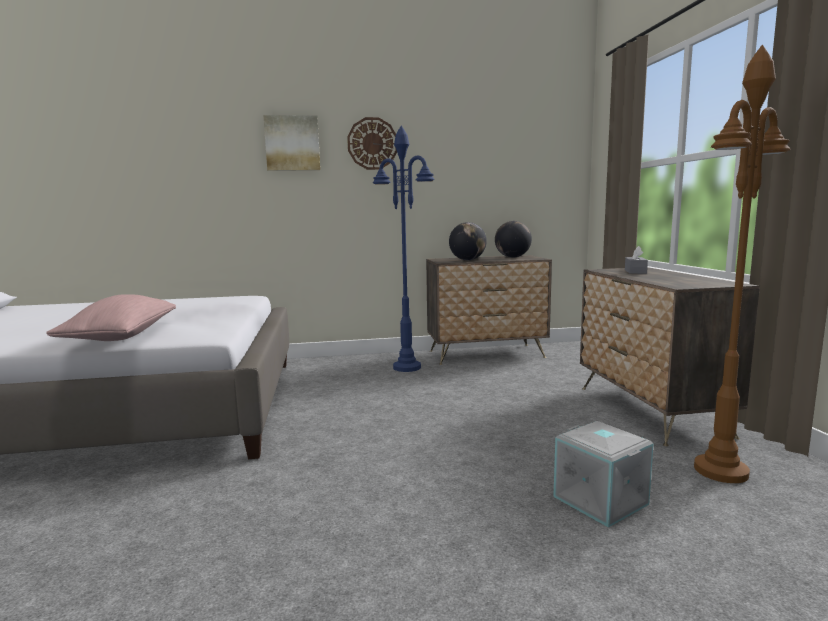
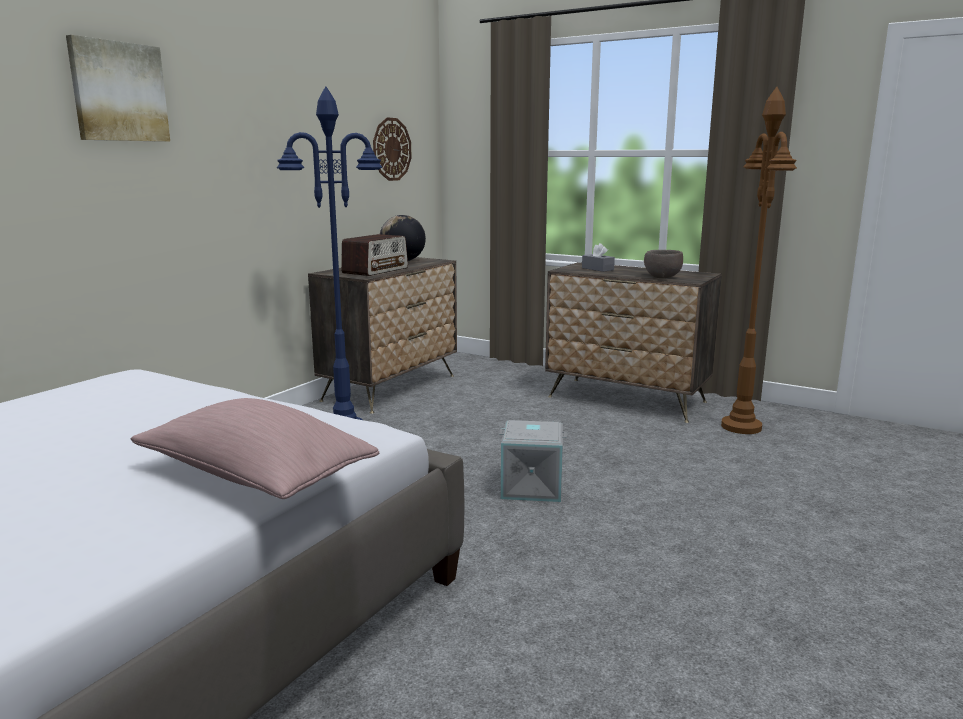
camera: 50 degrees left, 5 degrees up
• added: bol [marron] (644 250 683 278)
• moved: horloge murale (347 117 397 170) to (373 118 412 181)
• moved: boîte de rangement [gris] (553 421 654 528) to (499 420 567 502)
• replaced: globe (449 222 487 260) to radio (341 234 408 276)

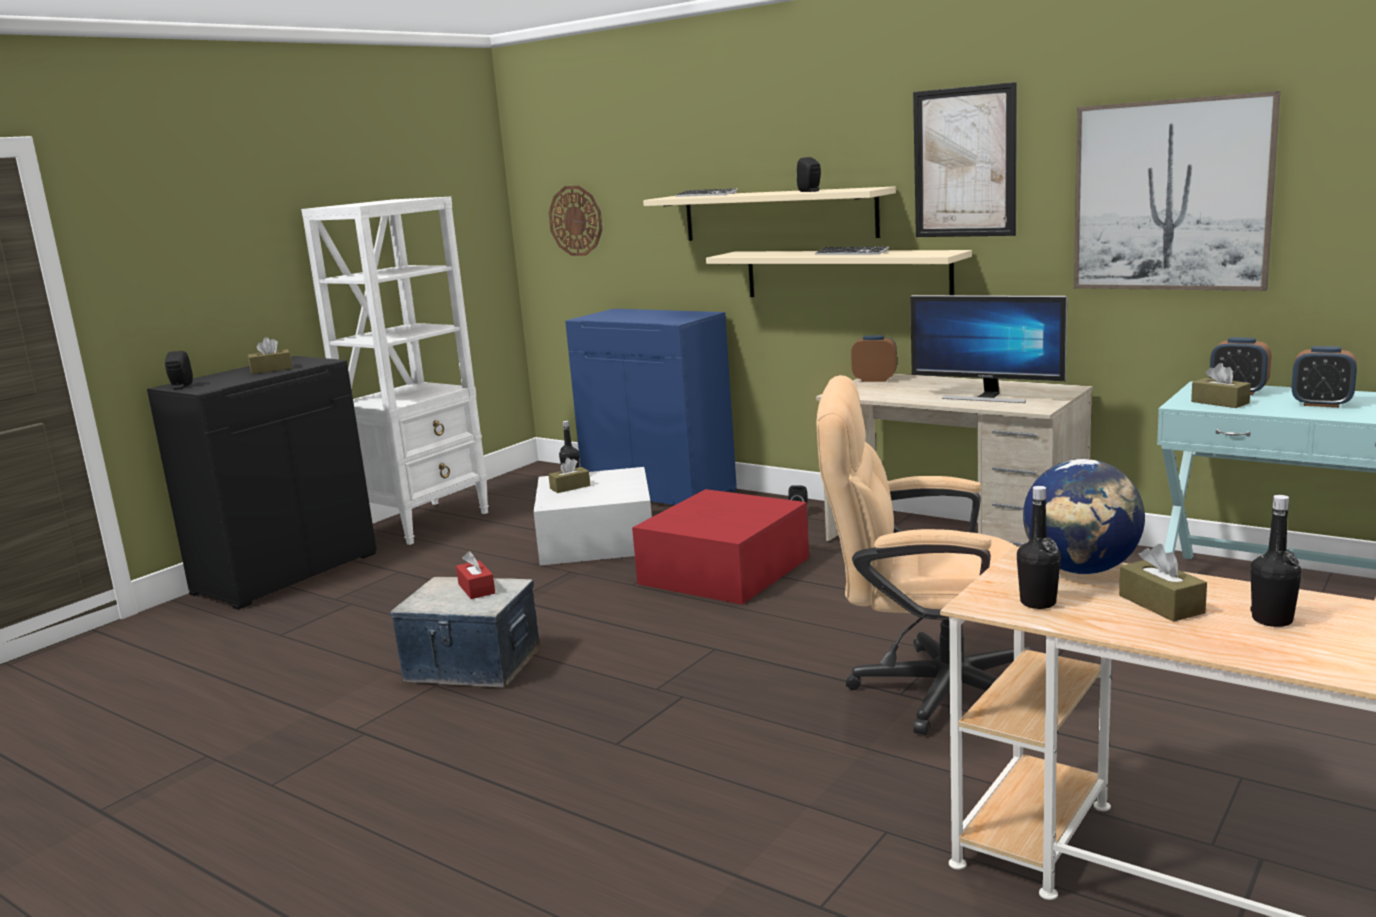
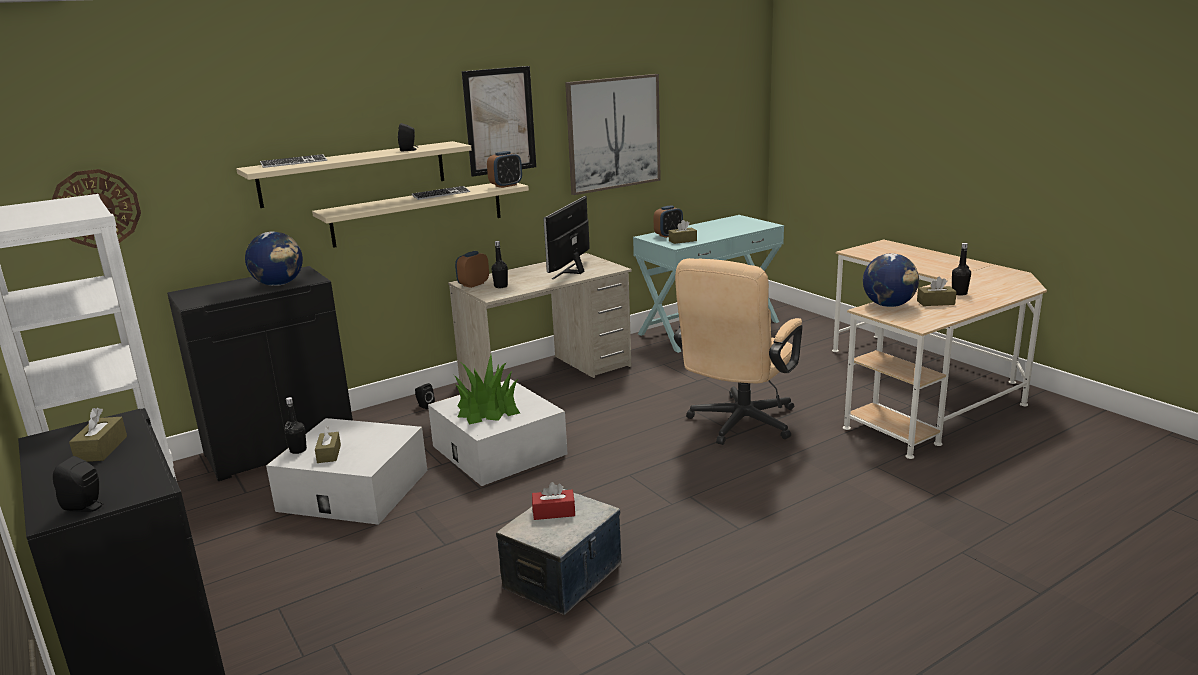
camera: 70 degrees left, 5 degrees up
• added: globe (245 232 303 286)
• added: plante en pot (454 355 520 425)
• moved: bouteille [noir] (1017 486 1061 609) to (491 241 508 288)
• moved: réveil (1292 346 1357 407) to (487 151 522 188)
• recoloured: meuble de rangement [bleu] (565 309 737 505) to meuble de rangement [noir] (167 266 353 481)
• recoloured: boîte de rangement [rouge] (632 489 809 605) to boîte de rangement [blanc] (428 379 568 486)
• turned: écran d'ordinateur (910 295 1067 403) = (543 196 590 279) 150 degrees clockwise

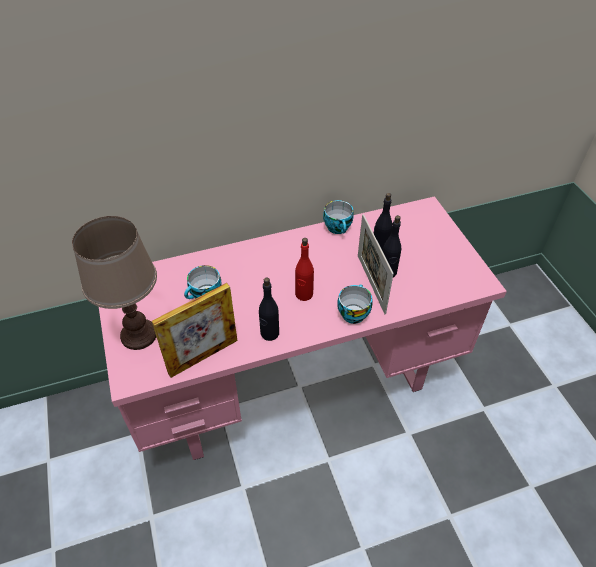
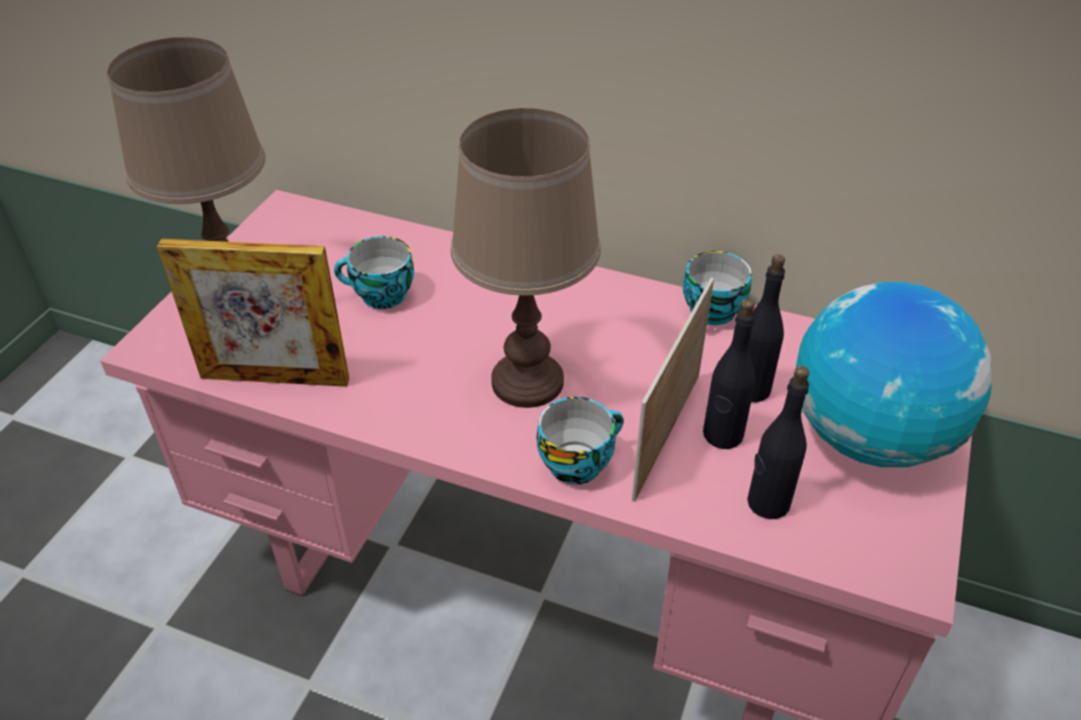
camera: 40 degrees right, 5 degrees down
• added: globe (793 282 992 467)
• moved: bouteille [noir] (259 277 279 341) to (747 366 810 519)
• replaced: bouteille [rouge] (295 238 314 301) to lampe de table [marron] (451 108 601 408)

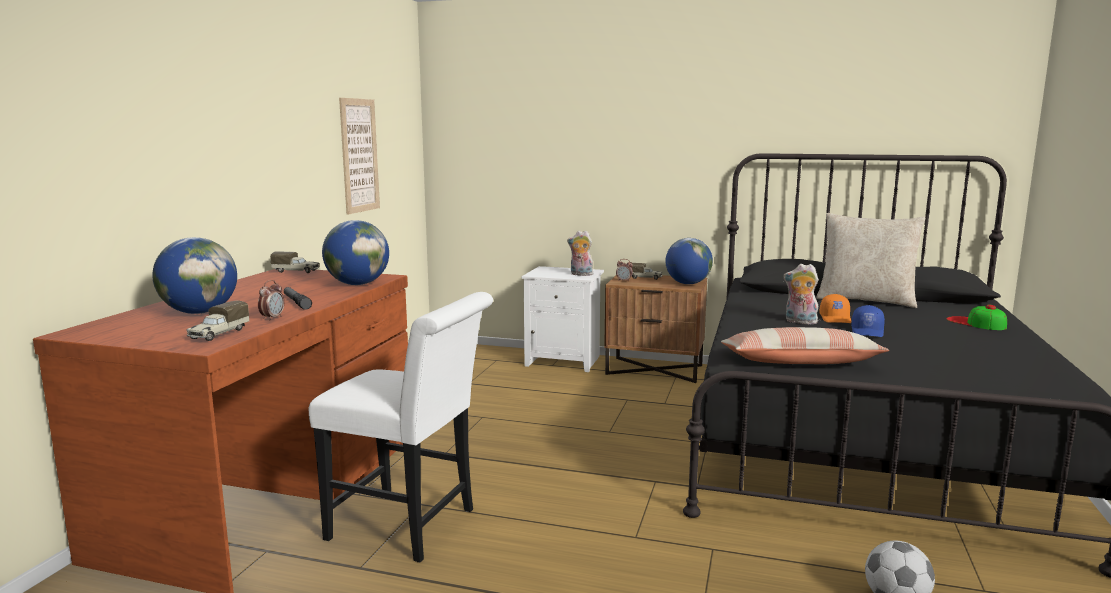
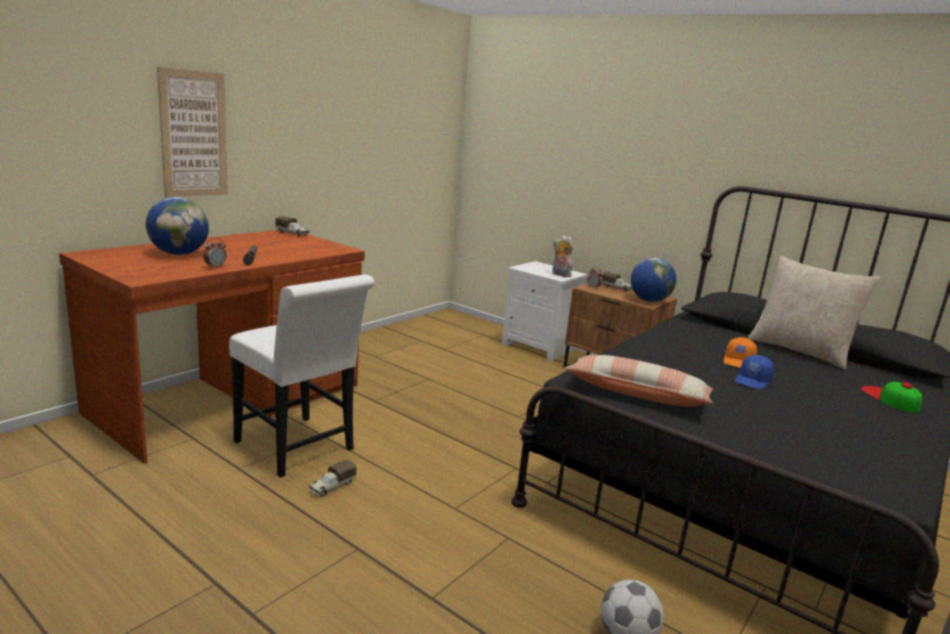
camera: 20 degrees right, 5 degrees up
• removed: globe (322 220 389 285)
• removed: peluche (783 264 819 324)
• moved: camion jouet (186 300 249 341) to (309 459 357 496)
• moved: tableau (339 98 380 215) to (157 67 228 197)

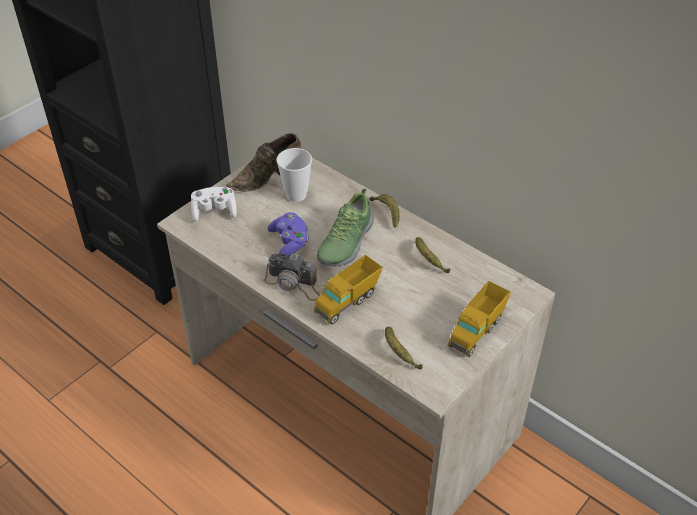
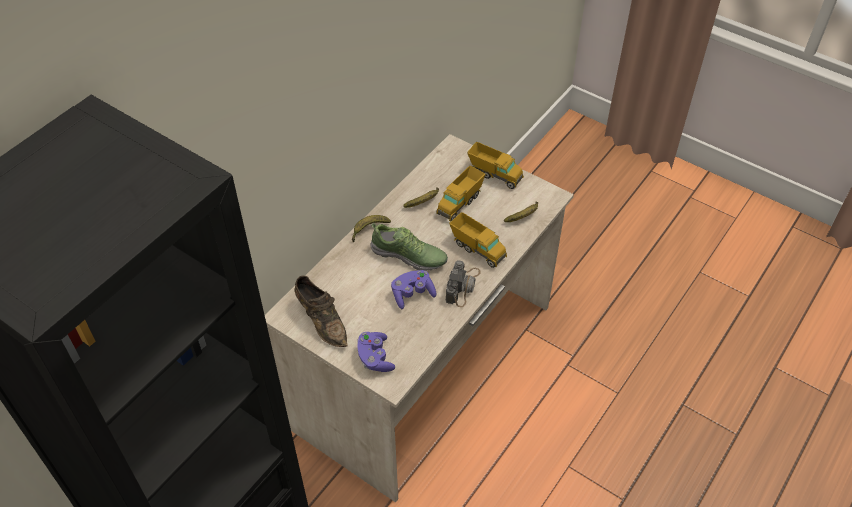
camera: 95 degrees left, 5 degrees up
• removed: tasse (277 148 312 202)
• added: camion jouet (436 166 485 221)
• recoloured: manette [blanc] (191 187 237 222) to manette [violet] (357 332 395 372)

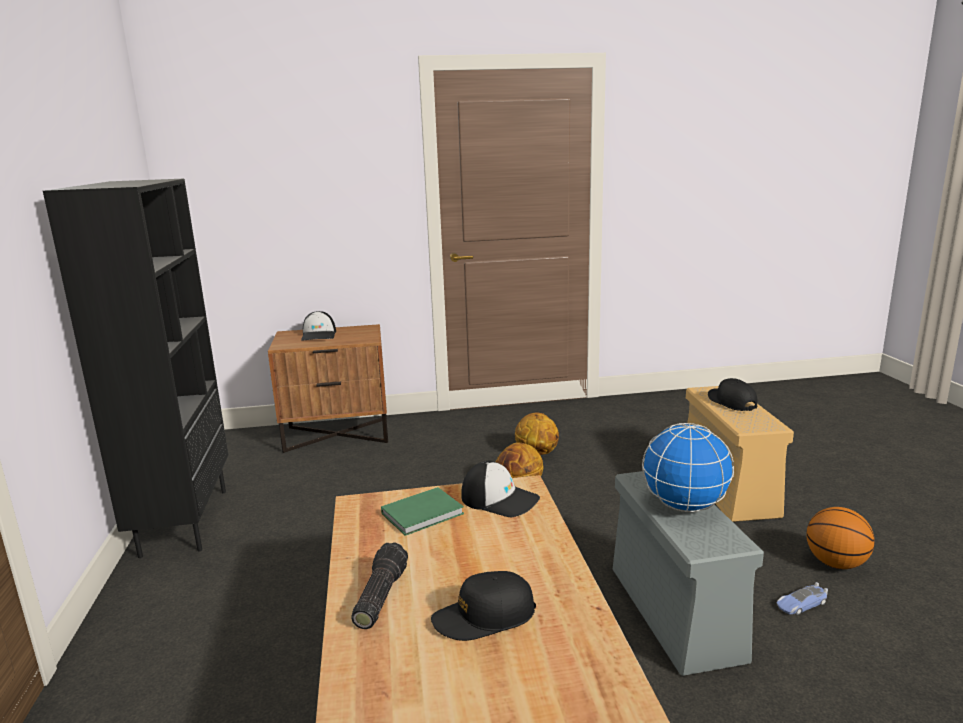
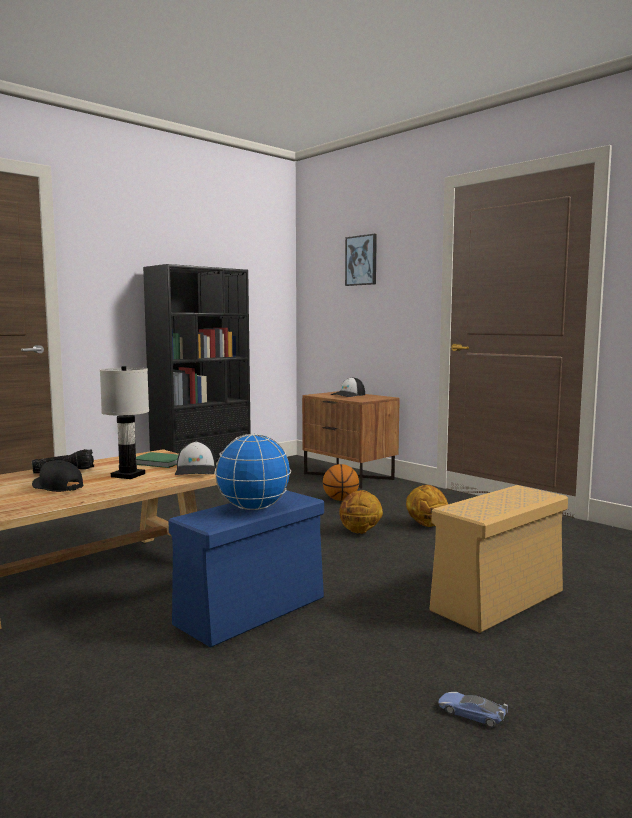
camera: 55 degrees right, 10 degrees down
• removed: casquette [noir] (708 378 757 411)
• added: lampe de table [blanc] (100 366 149 479)
• added: tableau (345 234 377 286)
• moved: petite voiture (777 582 828 615) to (438 692 508 728)
• moved: ballon de basket (807 507 875 569) to (323 464 359 501)
• recoloured: boîte de rangement [gris] (613 471 764 676) to boîte de rangement [bleu] (169 490 324 648)

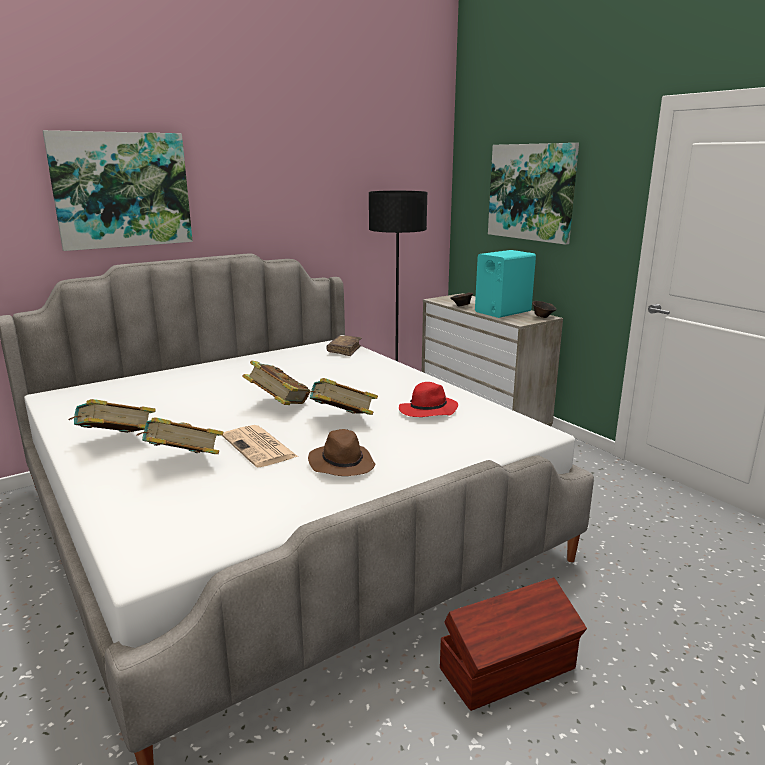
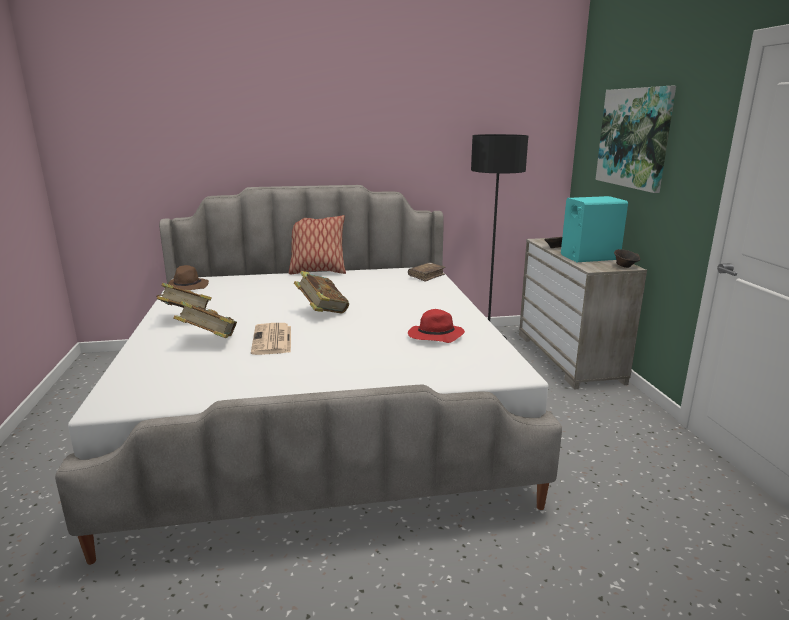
camera: 25 degrees right, 0 degrees up
• removed: tableau (43 130 193 251)
• removed: livre (306 378 378 415)
• removed: boîte de rangement [marron] (440 577 587 711)
• added: coussin (289 215 346 274)
• moved: chapeau [marron] (308 429 375 476) to (168 265 209 290)

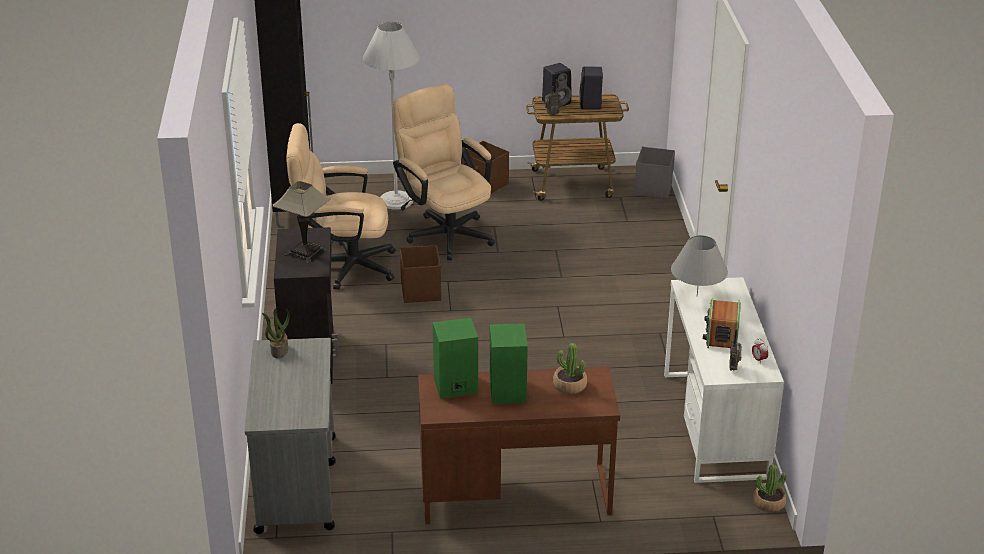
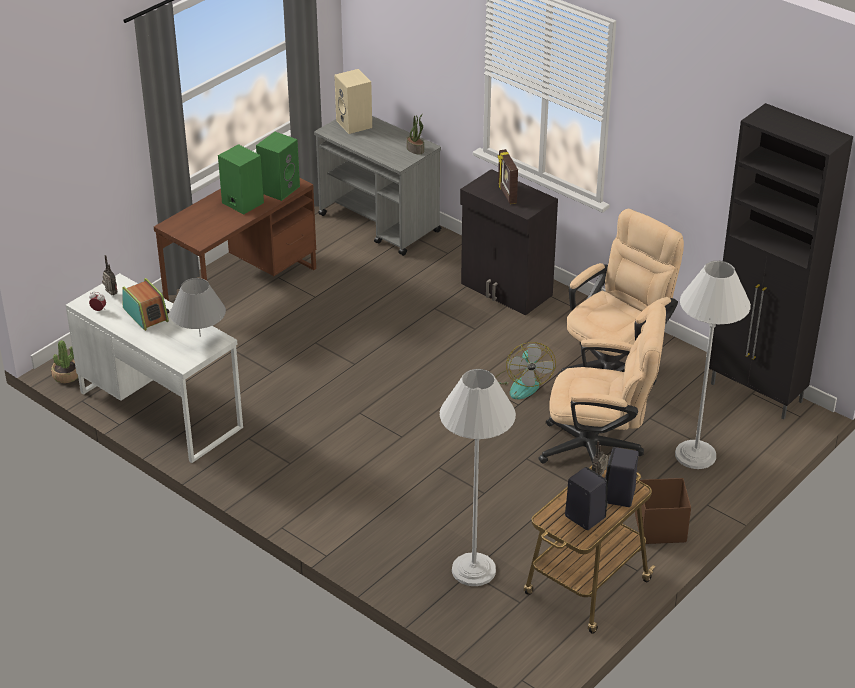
camera: 135 degrees right, 5 degrees up
• removed: plante en pot (553 343 587 394)
• removed: boîte de rangement [gris] (635 147 675 199)
• added: enceinte [beige] (334 69 372 134)
• added: lampadaire [blanc] (440 369 516 586)
• replaced: lampe de table (272 181 331 263) to cadre photo (498 149 518 204)
• replaced: boîte de rangement [marron] (400 245 442 303) to ventilateur (495 342 556 399)

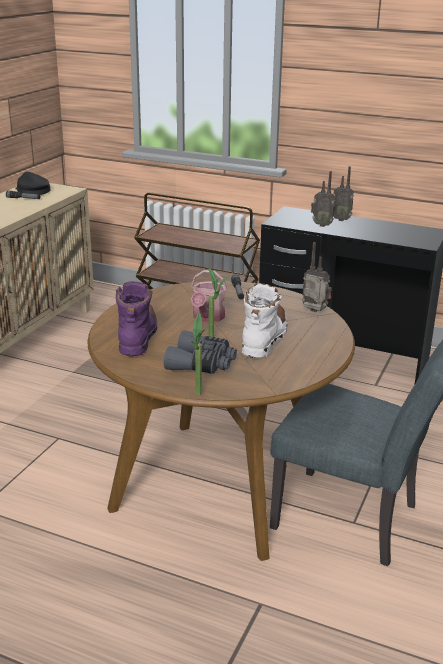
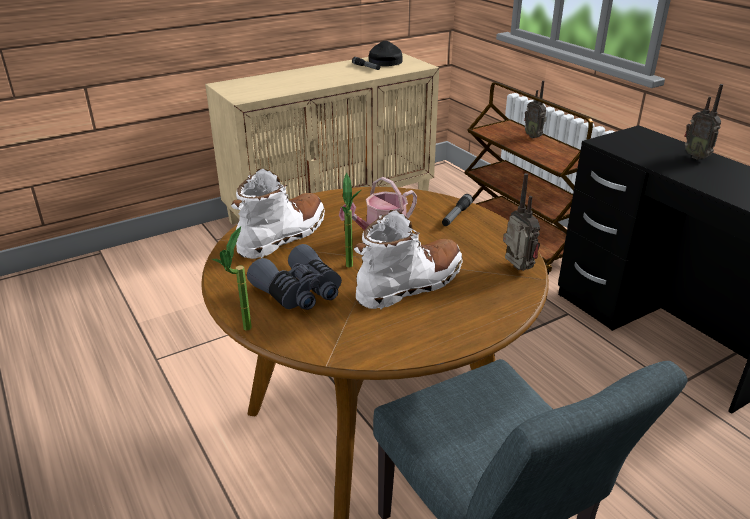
camera: 35 degrees right, 5 degrees up
• moved: radio (311 171 335 227) to (524 81 547 138)
• recoloured: botte [violet] (116 281 157 356) to botte [blanc] (231 169 325 259)

